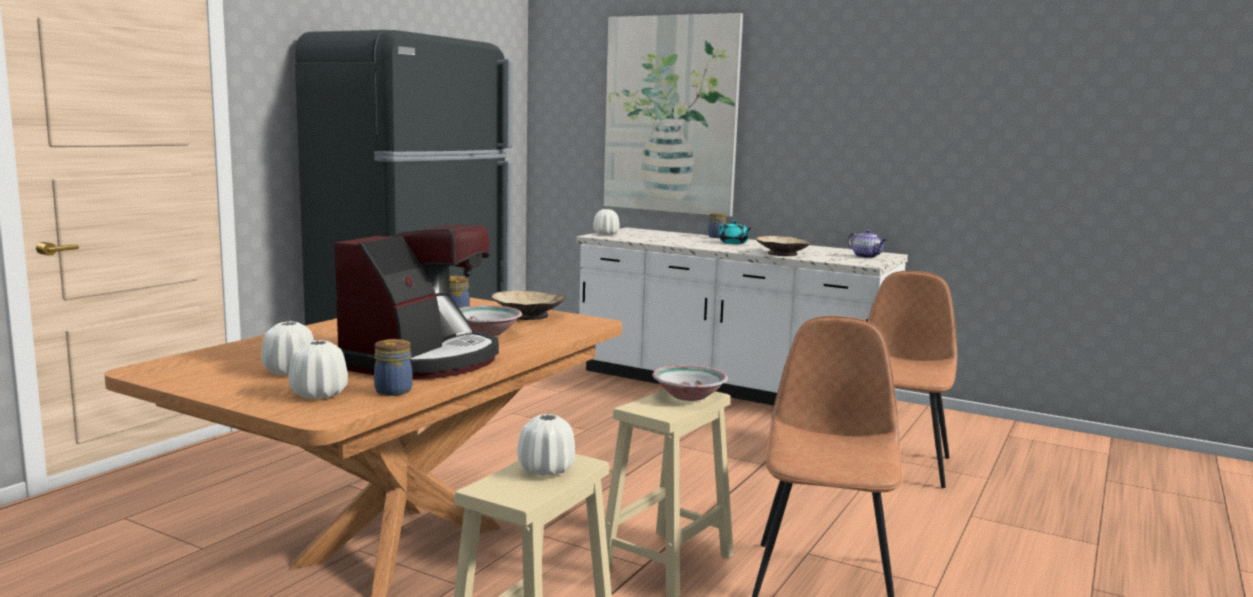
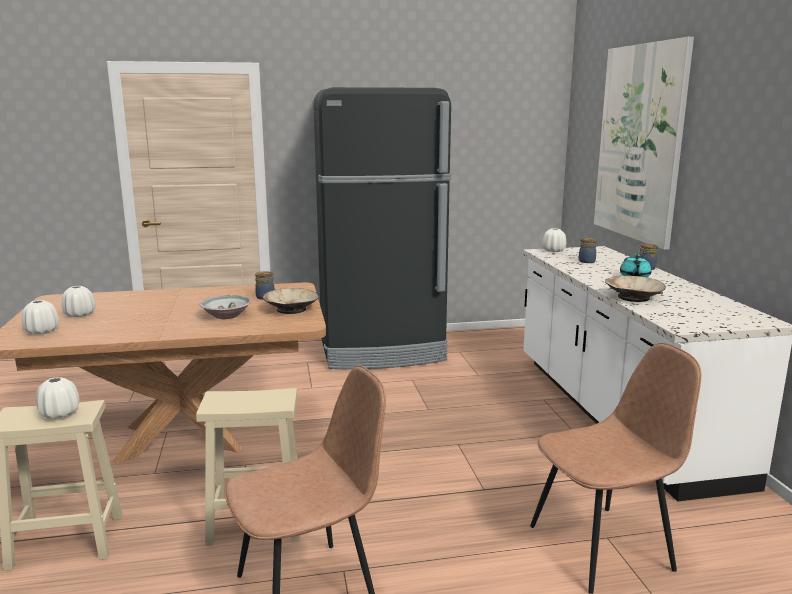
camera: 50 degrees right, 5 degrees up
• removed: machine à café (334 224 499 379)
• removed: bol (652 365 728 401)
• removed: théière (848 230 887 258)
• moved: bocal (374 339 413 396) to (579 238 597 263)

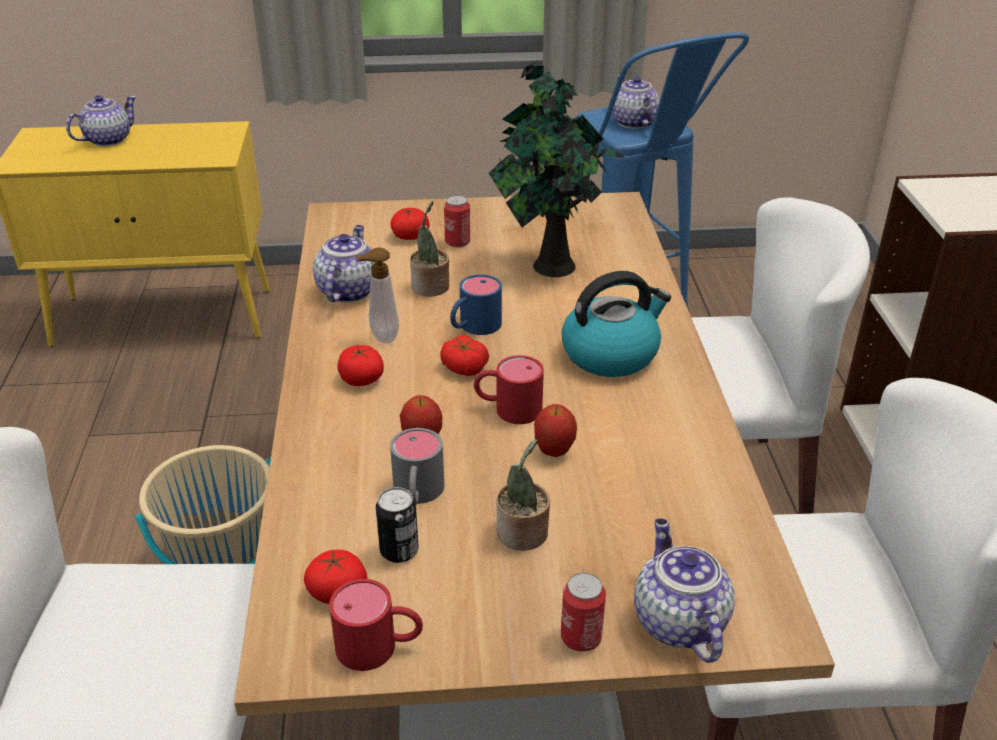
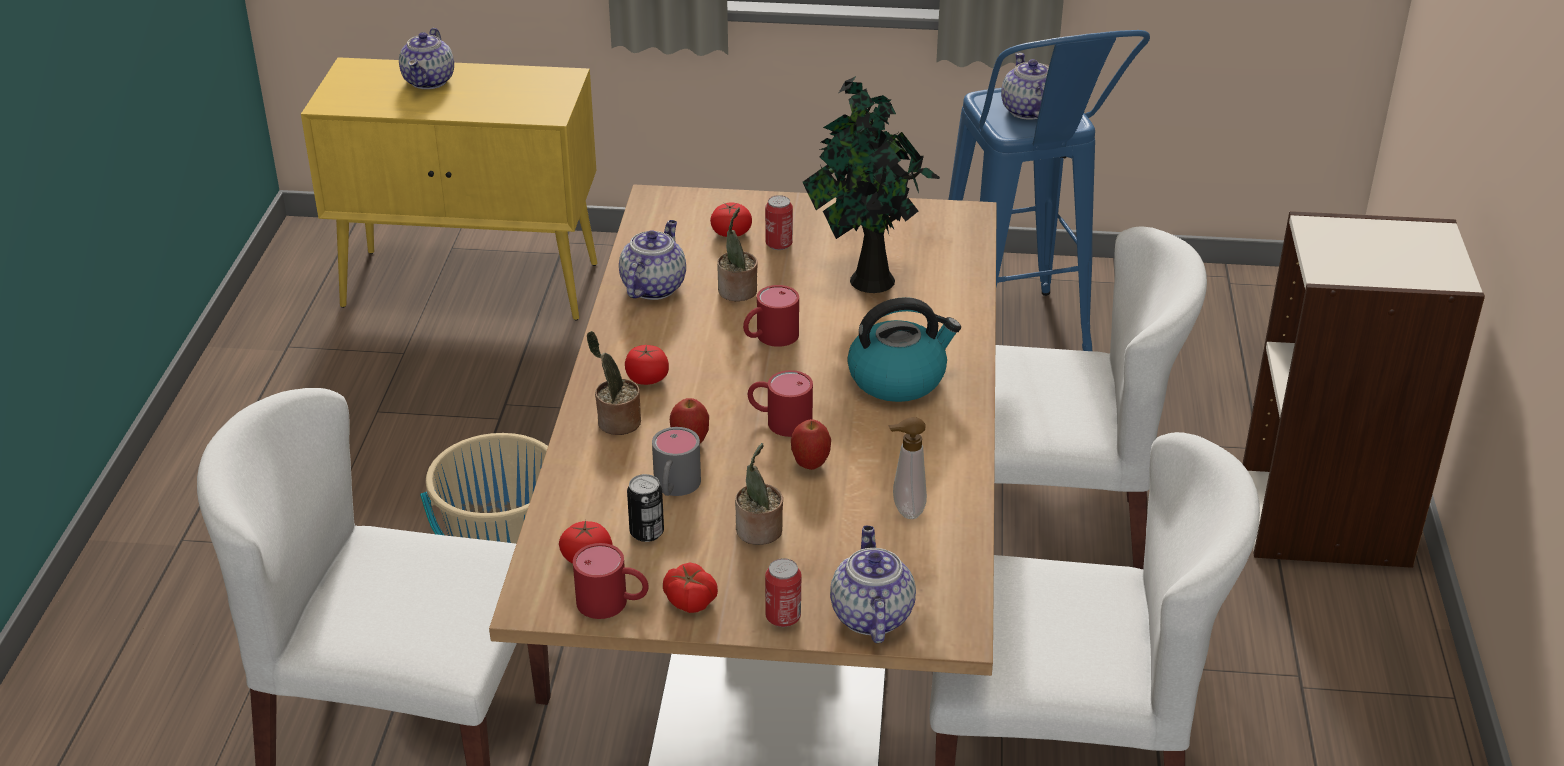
camera: 10 degrees right, 0 degrees up
• added: plante en pot (587 331 641 435)
• moved: distributeur de savon (356 248 399 343) to (888 417 927 519)
• moved: tomate (440 335 489 376) to (663 562 718 613)
• recoloured: mug [bleu] (450 274 502 335) to mug [rouge] (743 285 799 347)
• turned: théière (66 95 137 147) = (399 28 454 89) 135 degrees clockwise

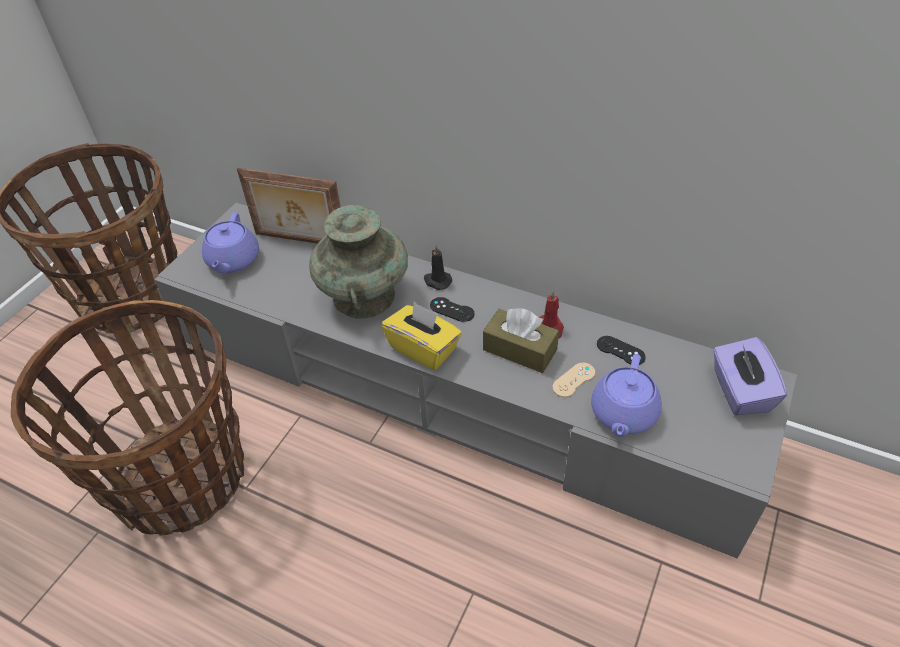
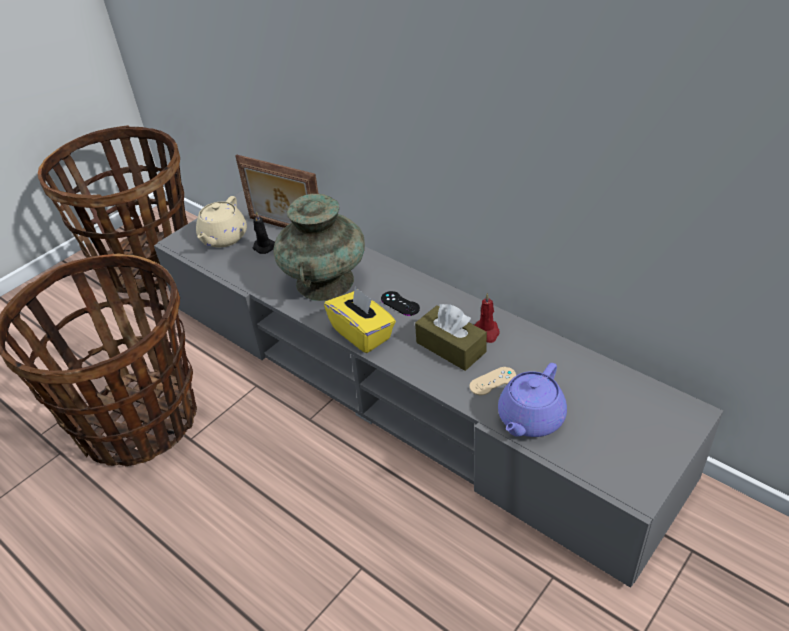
camera: 15 degrees right, 5 degrees down
• removed: manette [noir] (597 336 646 365)
• removed: boîte à mouchoirs [violet] (713 337 787 415)
• moved: bougie [noir] (424 245 452 290) to (252 212 275 254)
• recoloured: théière [violet] (202 213 259 273) to théière [beige] (196 196 247 248)

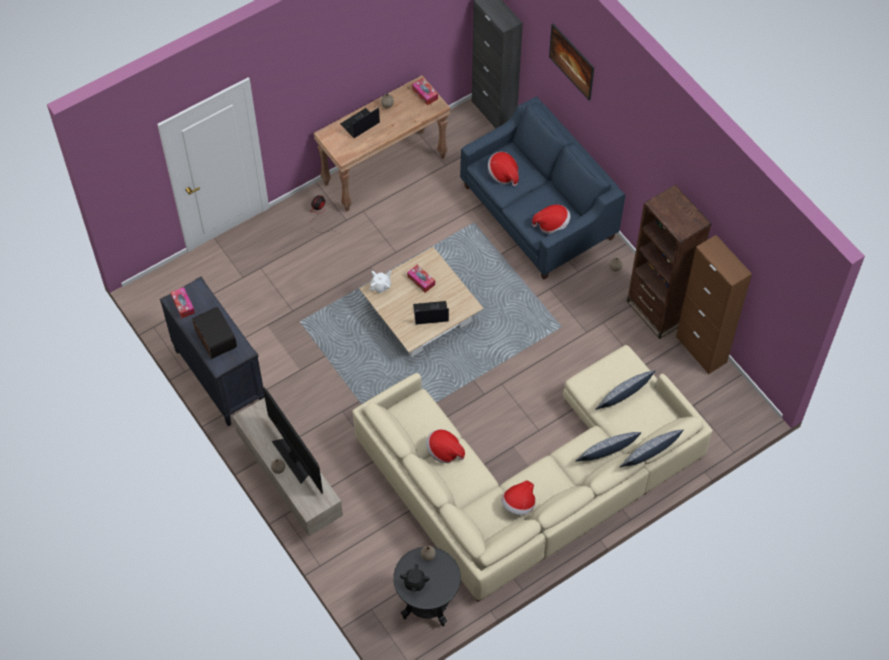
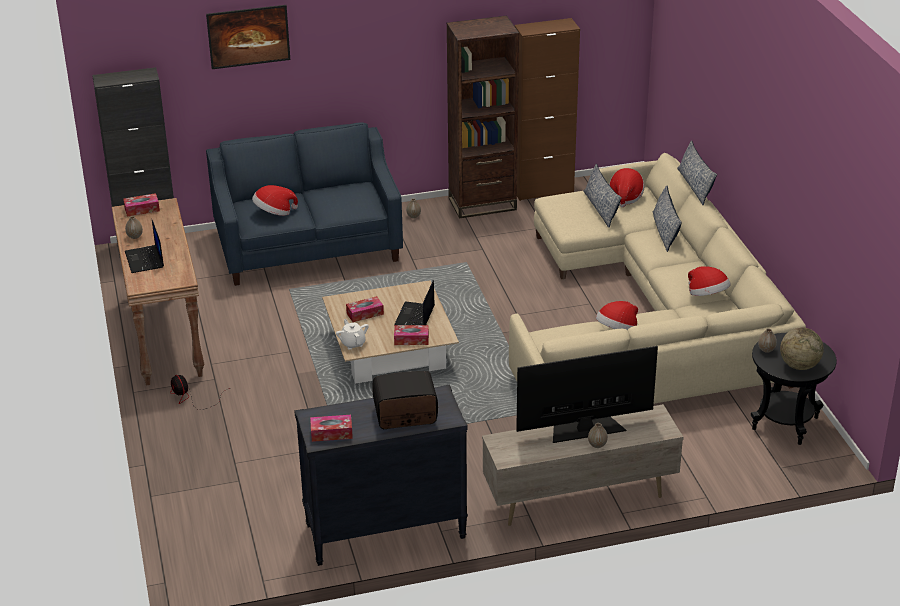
camera: 70 degrees left, 25 degrees down
• added: boîte à mouchoirs (394 325 429 345)
• moved: chapeau (532 204 570 234) to (609 168 644 207)
• replaced: théière [noir] (400 564 430 592) to globe (780 327 824 370)

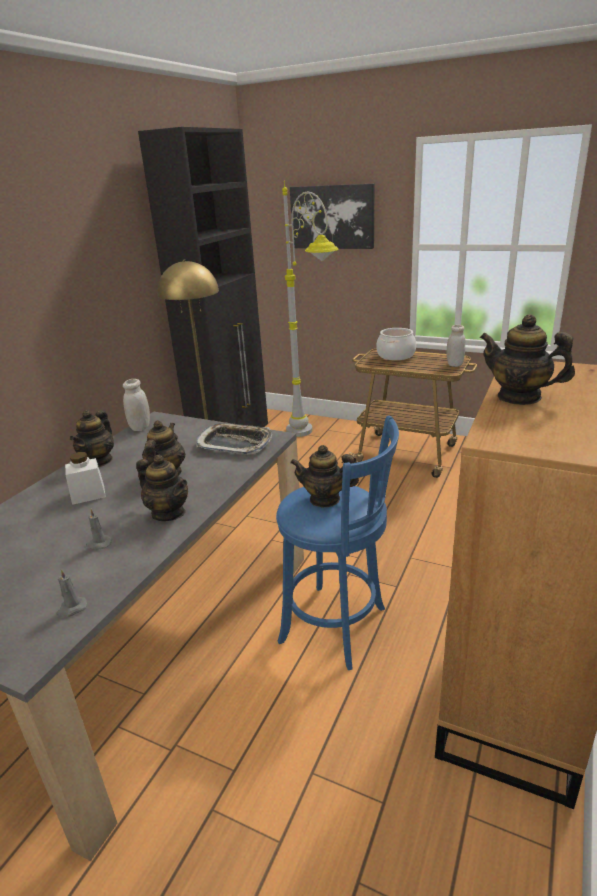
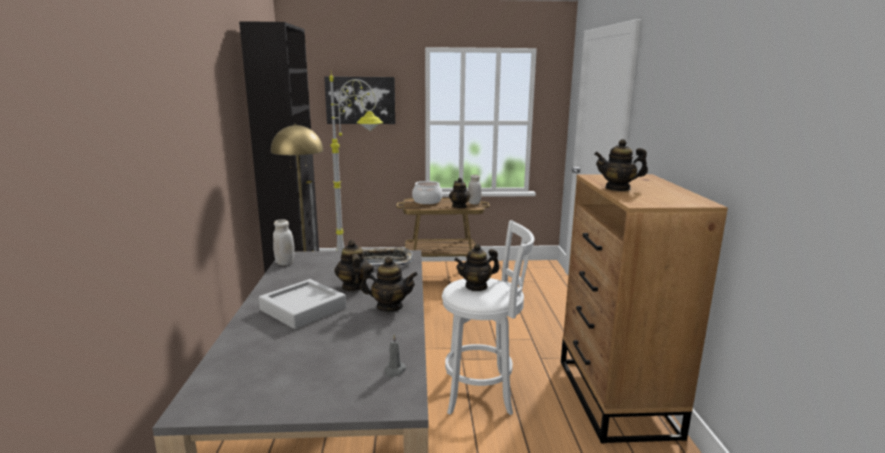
camera: 30 degrees left, 10 degrees down
• removed: bougie [gris] (86 509 112 550)
• moved: théière (70 410 114 467) to (449 178 470 208)
• replaced: bocal [blanc] (65 452 106 505) to plateau [gris] (259 279 346 329)
• recoloured: tabouret [bleu] (276 415 399 670) to tabouret [blanc] (442 220 534 415)

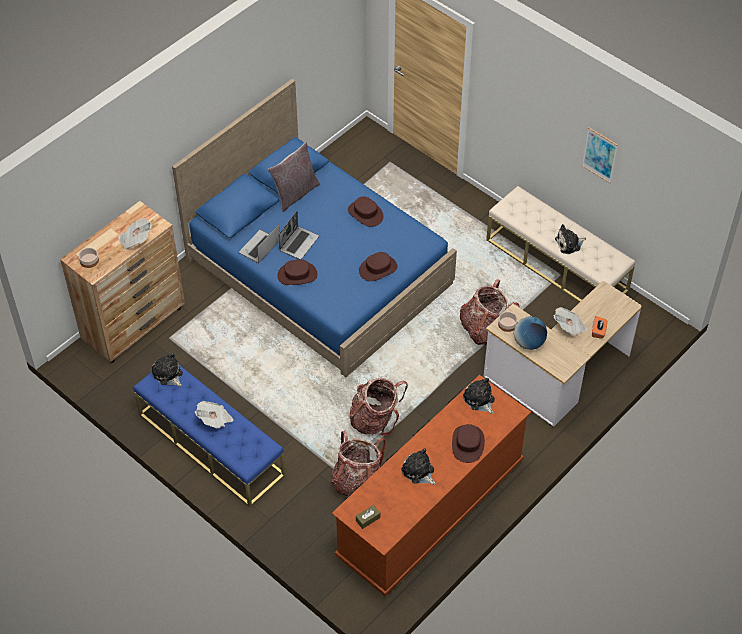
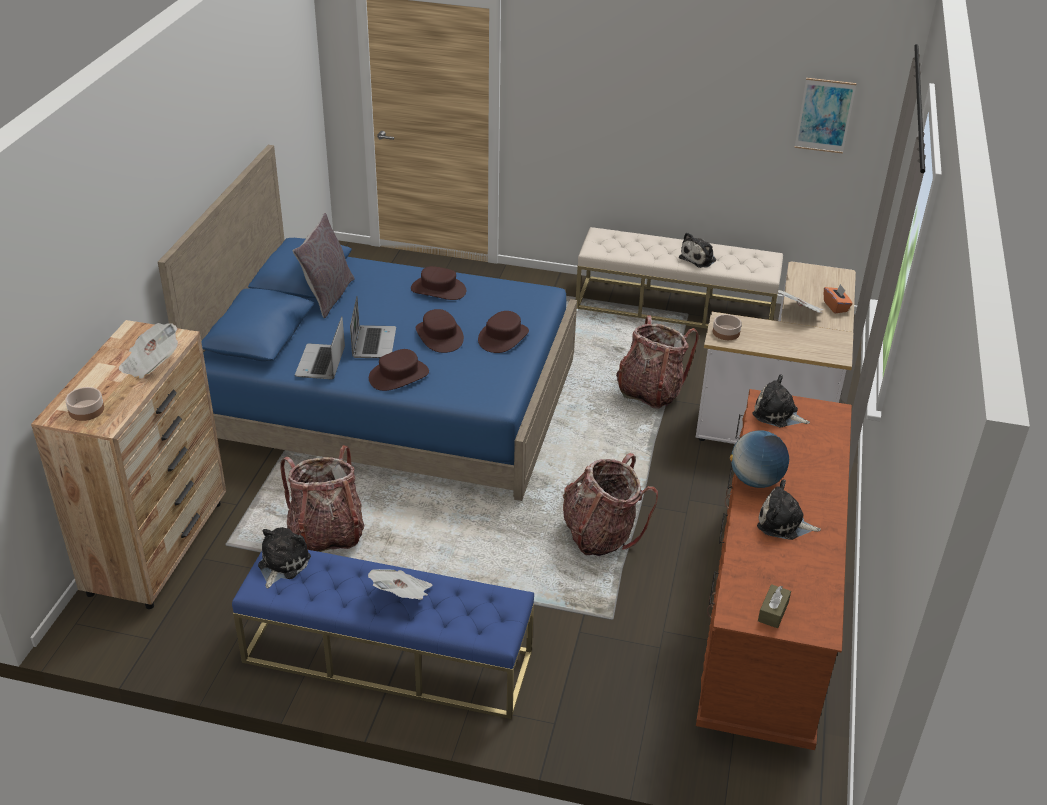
camera: 30 degrees left, 15 degrees down
• moved: sac à dos (331 431 386 496) to (280 445 365 552)
• moved: chapeau [marron] (452 424 485 463) to (416 309 464 353)
• moved: globe (514 316 547 350) to (730 430 789 488)
• moved: tableau (582 127 618 183) to (794 78 857 154)
• turned: peluche (152 353 183 387) = (258 527 311 589) 90 degrees clockwise

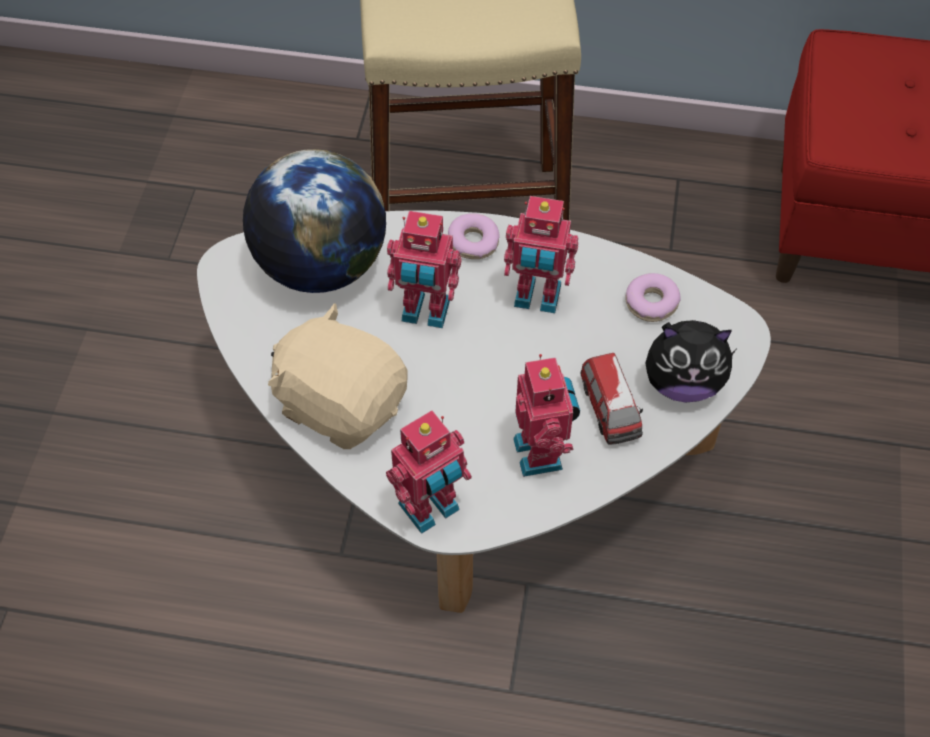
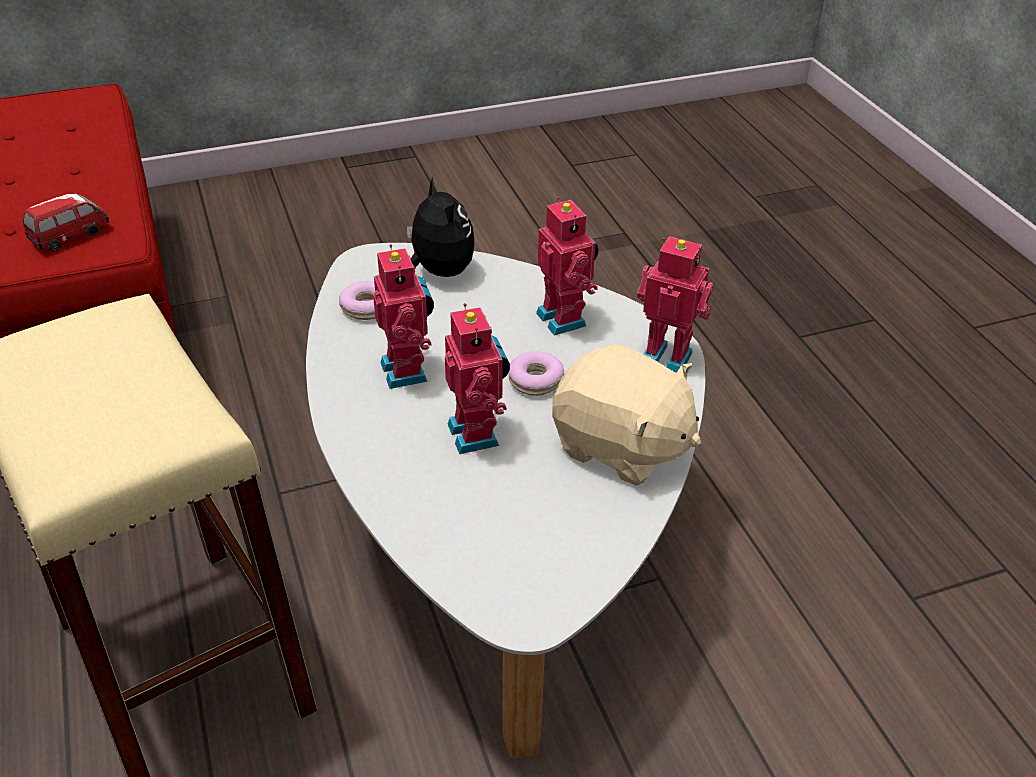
camera: 120 degrees left, 15 degrees down
• removed: globe (243 149 386 293)
• moved: beignet (448 213 500 259) to (508 351 564 396)
• moved: petite voiture (581 353 643 445) to (23 194 109 252)
• turned: peluche [beige] (268 303 408 449) = (552 344 701 486) 60 degrees counterclockwise
• turned: robot jouet (513 354 580 477) = (536 197 599 336) 105 degrees clockwise

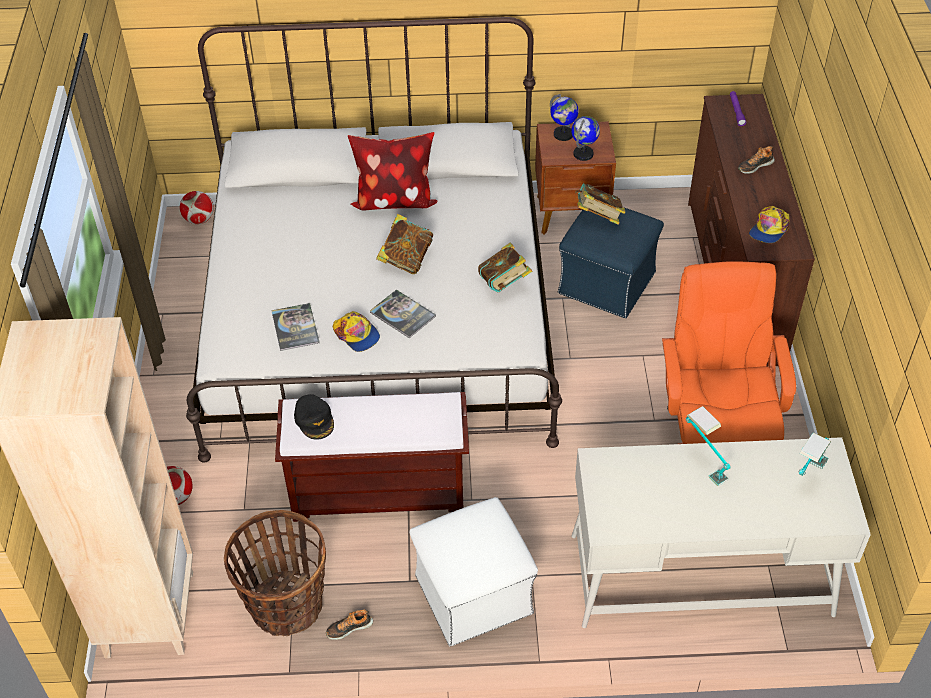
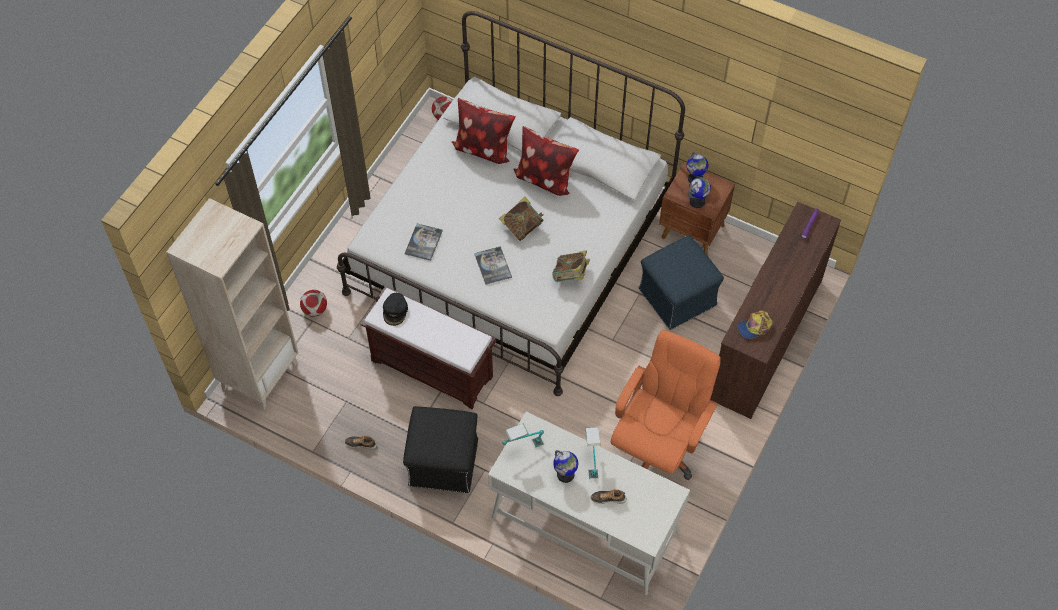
camera: 30 degrees right, 10 degrees up
• removed: panier (224 510 326 636)
• removed: casquette (333 311 380 352)
• removed: livre (575 183 625 225)
• added: coussin (452 98 516 164)
• added: globe (553 450 578 483)
• moved: chaussure (738 146 775 174) to (591 490 626 504)
• moved: lampe de table (799 432 831 476) to (502 423 544 448)
• recoloured: pouf [blanc] (410 497 538 646) to pouf [noir] (403 406 478 493)

